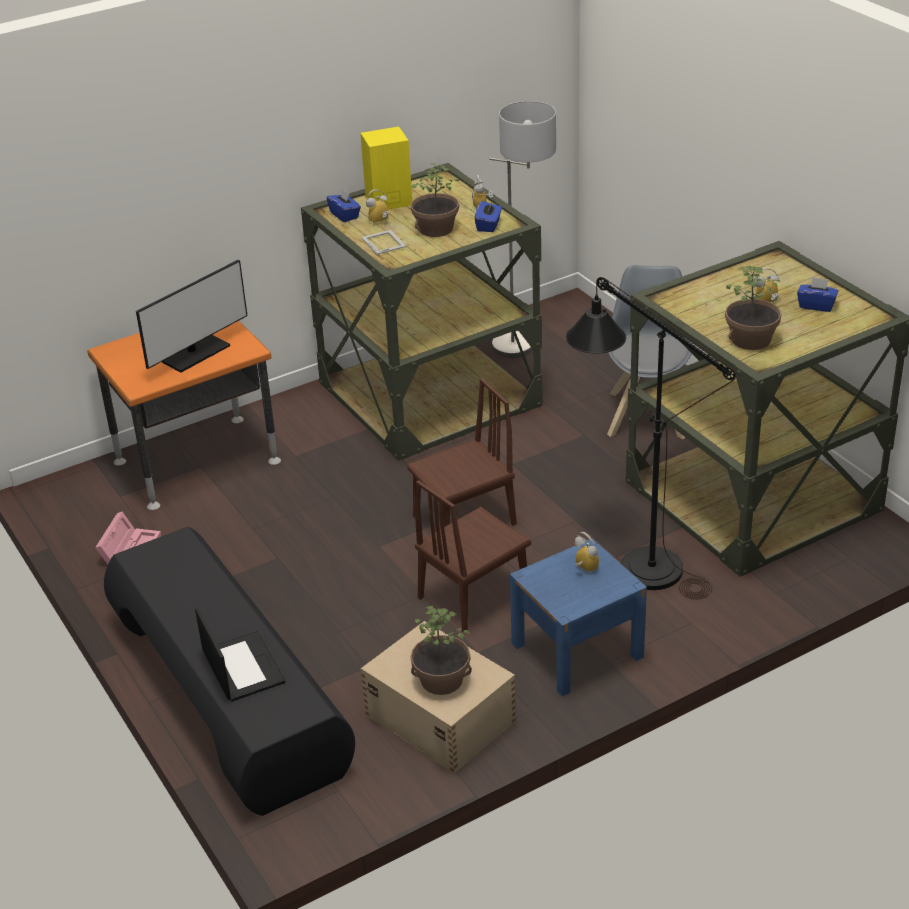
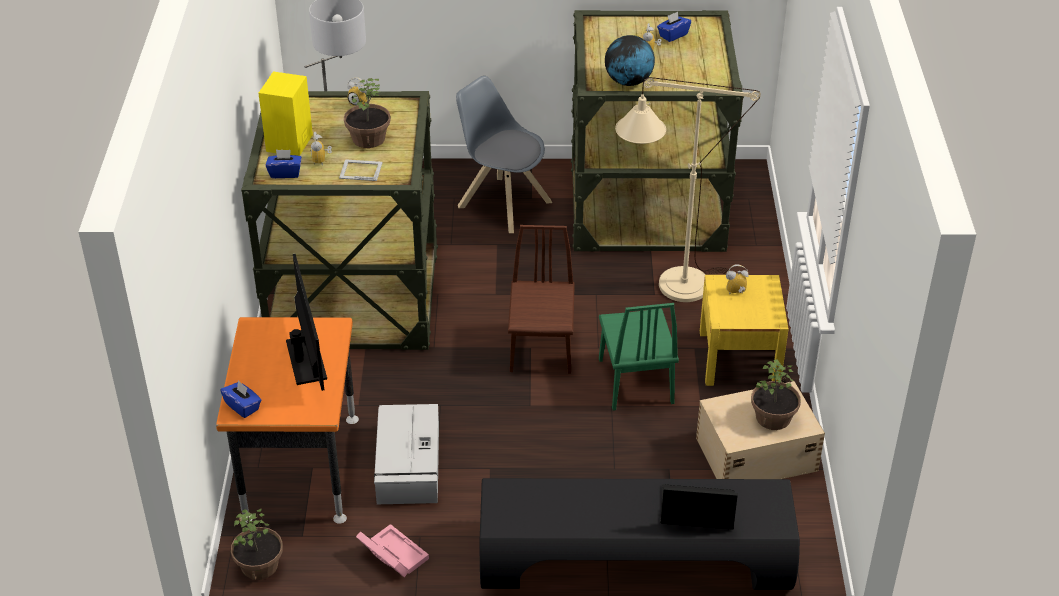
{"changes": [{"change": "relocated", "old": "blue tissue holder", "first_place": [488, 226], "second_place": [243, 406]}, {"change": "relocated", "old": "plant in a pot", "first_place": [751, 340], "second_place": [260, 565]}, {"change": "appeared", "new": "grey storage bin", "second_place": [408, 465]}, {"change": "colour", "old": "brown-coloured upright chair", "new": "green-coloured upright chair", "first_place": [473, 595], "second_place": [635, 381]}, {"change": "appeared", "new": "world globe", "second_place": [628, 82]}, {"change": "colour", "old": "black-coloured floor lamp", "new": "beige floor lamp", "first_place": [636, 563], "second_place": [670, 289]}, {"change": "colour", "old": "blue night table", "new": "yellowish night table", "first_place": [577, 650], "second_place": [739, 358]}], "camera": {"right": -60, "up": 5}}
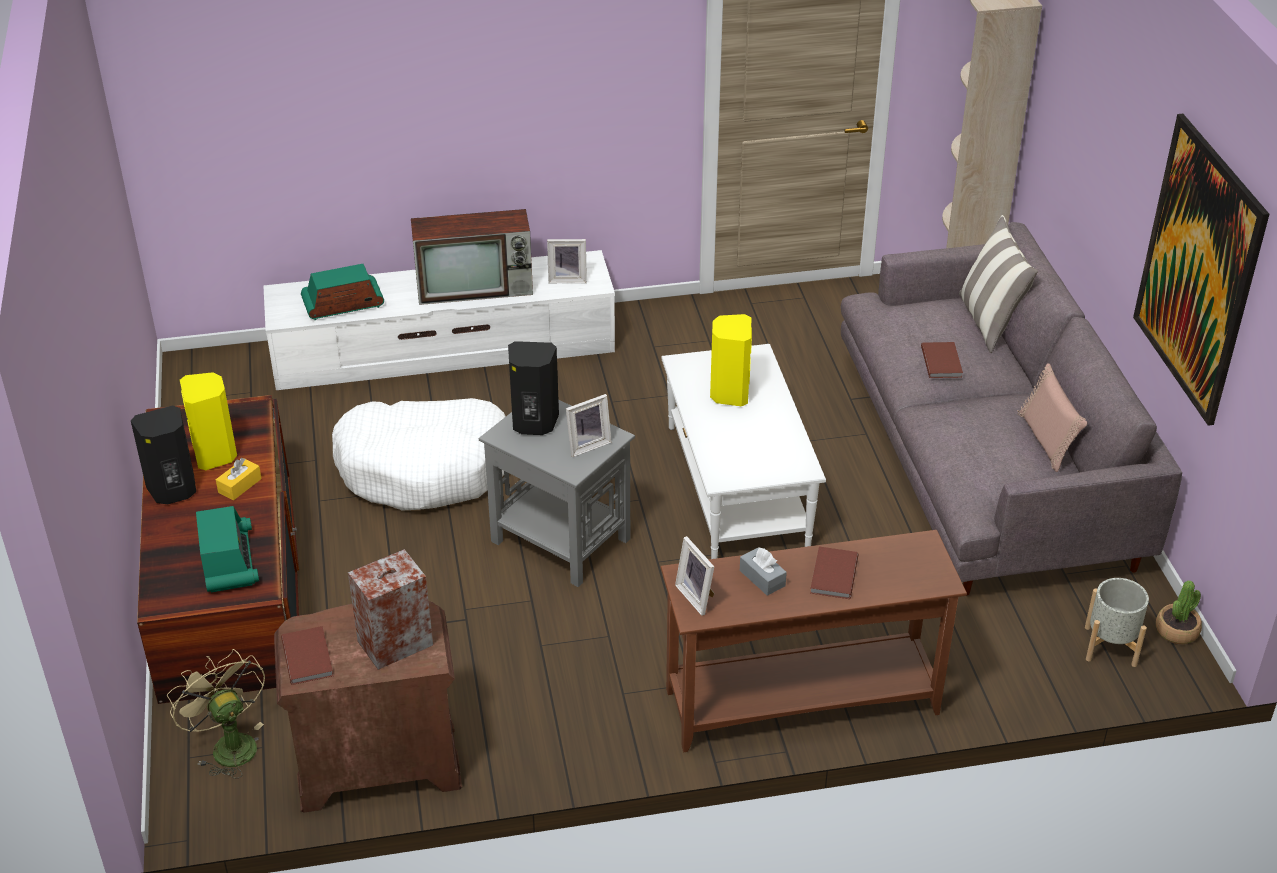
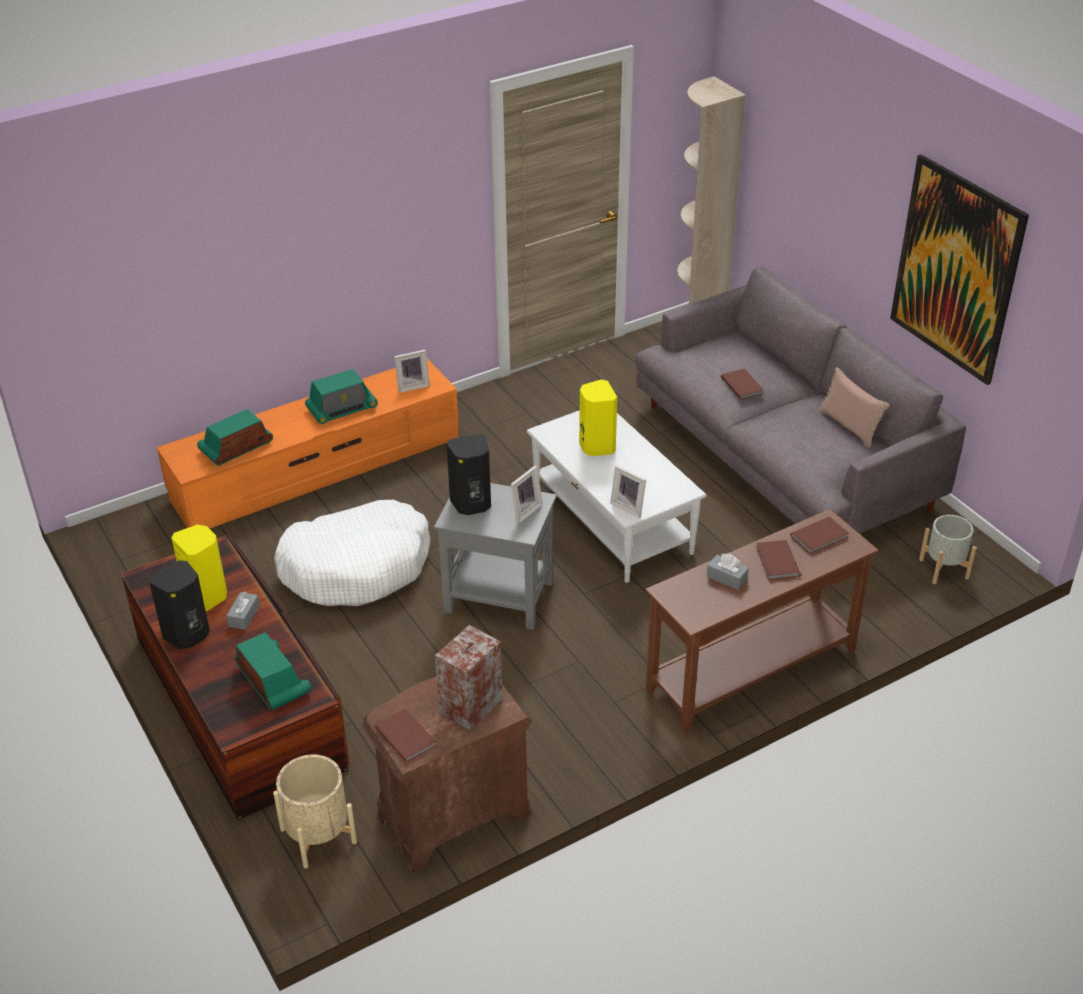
{"changes": [{"change": "colour", "old": "whitish media console", "new": "orange-coloured media console", "first_place": [444, 348], "second_place": [317, 467]}, {"change": "colour", "old": "yellowish tissue holder", "new": "grey tissue holder", "first_place": [240, 485], "second_place": [244, 616]}, {"change": "exchanged", "old": "beige cooling fan", "new": "beige planter", "first_place": [228, 745], "second_place": [318, 835]}, {"change": "exchanged", "old": "television", "new": "radio receiver", "first_place": [477, 287], "second_place": [342, 409]}, {"change": "relocated", "old": "photo frame", "first_place": [698, 596], "second_place": [629, 507]}, {"change": "appeared", "new": "brown-coloured book", "second_place": [820, 537]}, {"change": "missing", "old": "throw pillow", "first_place": [990, 322]}, {"change": "missing", "old": "plant in a pot", "first_place": [1176, 631]}], "camera": {"right": -20, "up": 0}}
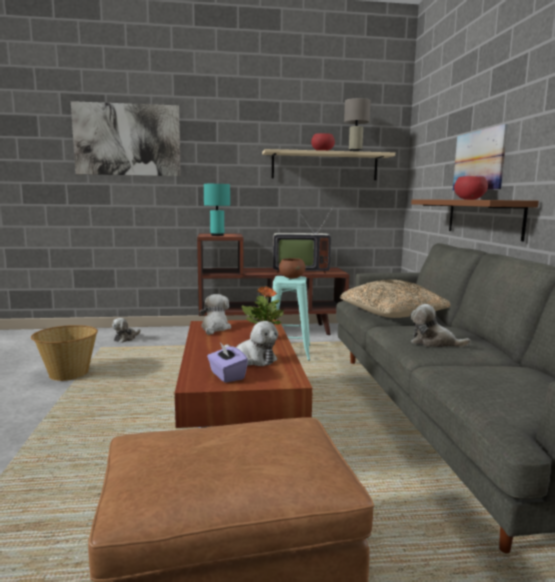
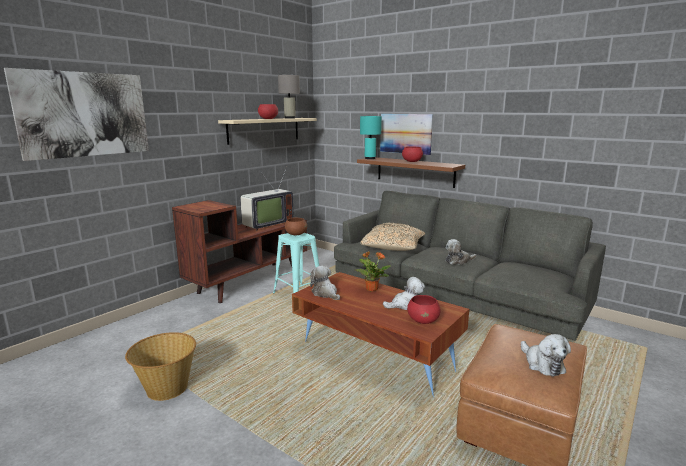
{"changes": [{"change": "relocated", "old": "turquoise-coloured table lamp", "first_place": [217, 235], "second_place": [369, 158]}, {"change": "exchanged", "old": "purple tissue holder", "new": "red deep dish", "first_place": [226, 375], "second_place": [423, 321]}, {"change": "relocated", "old": "soft toy", "first_place": [126, 338], "second_place": [542, 364]}], "camera": {"right": -45, "up": 5}}
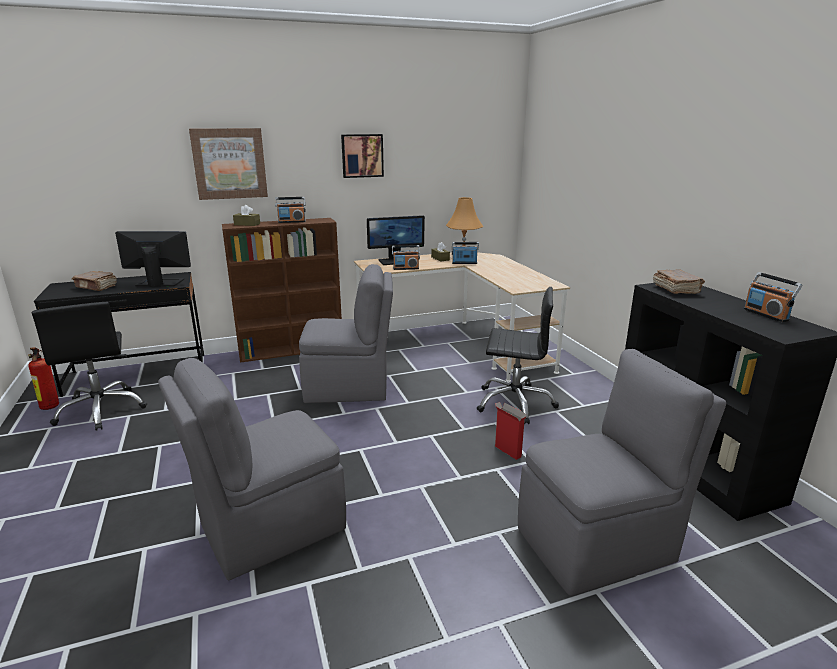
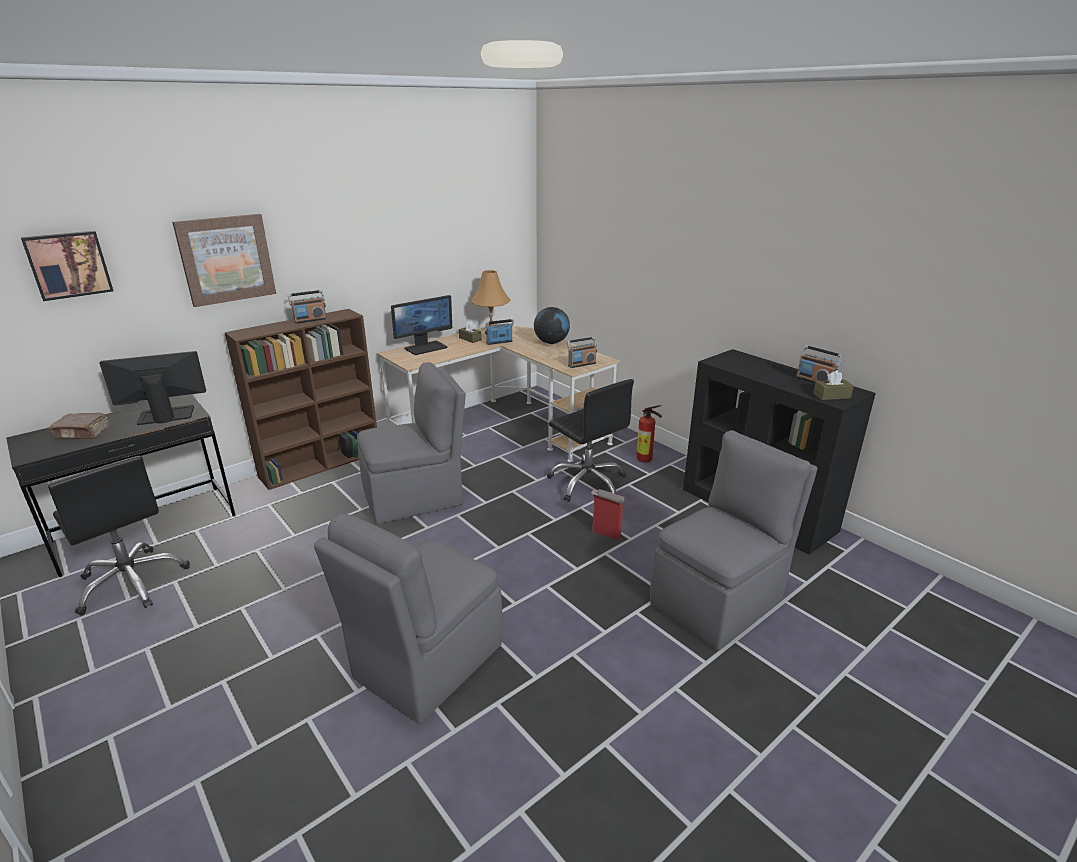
{"changes": [{"change": "relocated", "old": "wall picture", "first_place": [362, 155], "second_place": [68, 264]}, {"change": "appeared", "new": "world globe", "second_place": [551, 342]}, {"change": "spun", "old": "black-coloured computer chair", "first_place": [515, 403], "second_place": [588, 483], "degrees": 60}, {"change": "relocated", "old": "radio receiver", "first_place": [406, 268], "second_place": [581, 364]}, {"change": "relocated", "old": "fire extinguisher", "first_place": [49, 408], "second_place": [646, 460]}, {"change": "relocated", "old": "brown-coloured tissue holder", "first_place": [247, 224], "second_place": [831, 396]}, {"change": "missing", "old": "brown-coloured book", "first_place": [675, 289]}], "camera": {"right": -20, "up": 5}}
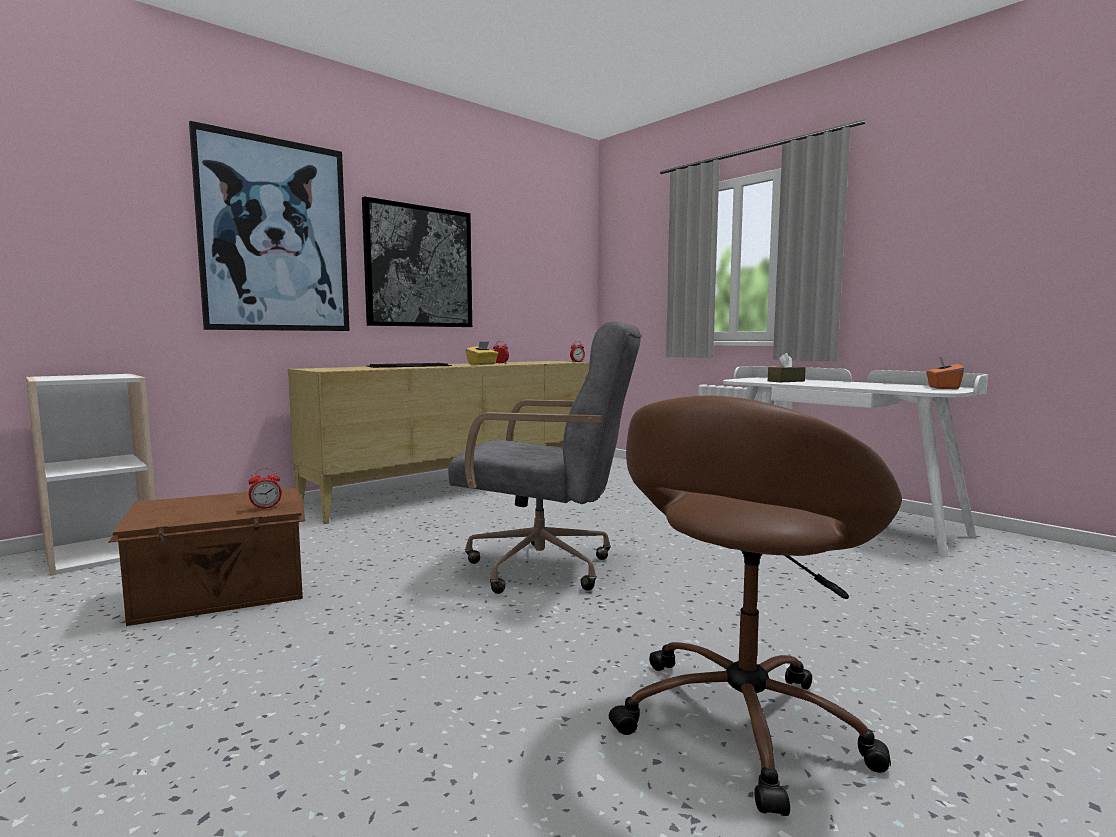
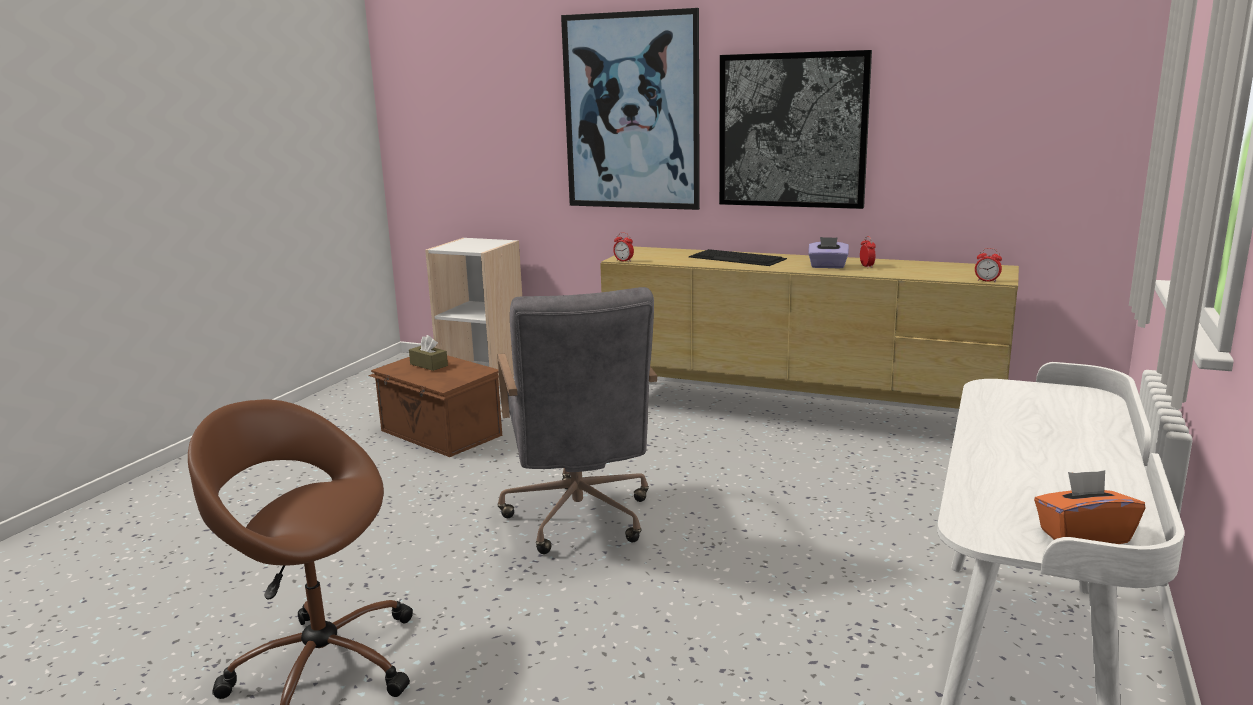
{"changes": [{"change": "relocated", "old": "brown-coloured tissue holder", "first_place": [786, 381], "second_place": [429, 365]}, {"change": "relocated", "old": "bedside clock", "first_place": [266, 507], "second_place": [623, 261]}, {"change": "colour", "old": "yellowish tissue holder", "new": "purple tissue holder", "first_place": [482, 364], "second_place": [827, 266]}], "camera": {"right": 65, "up": 10}}
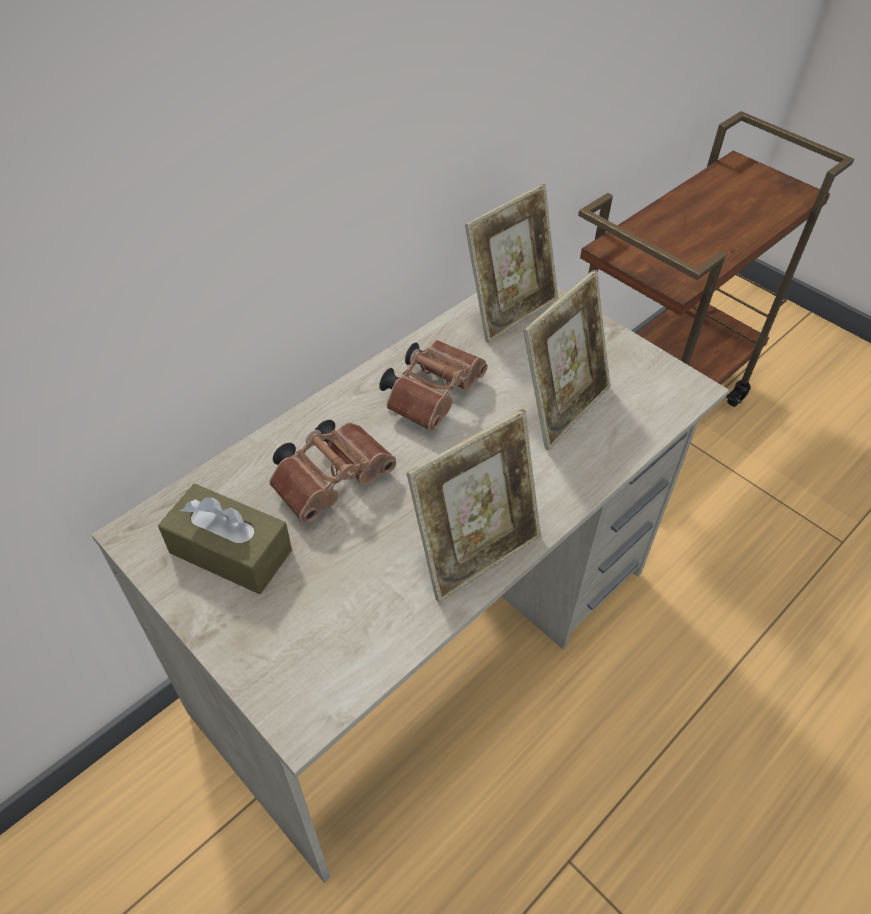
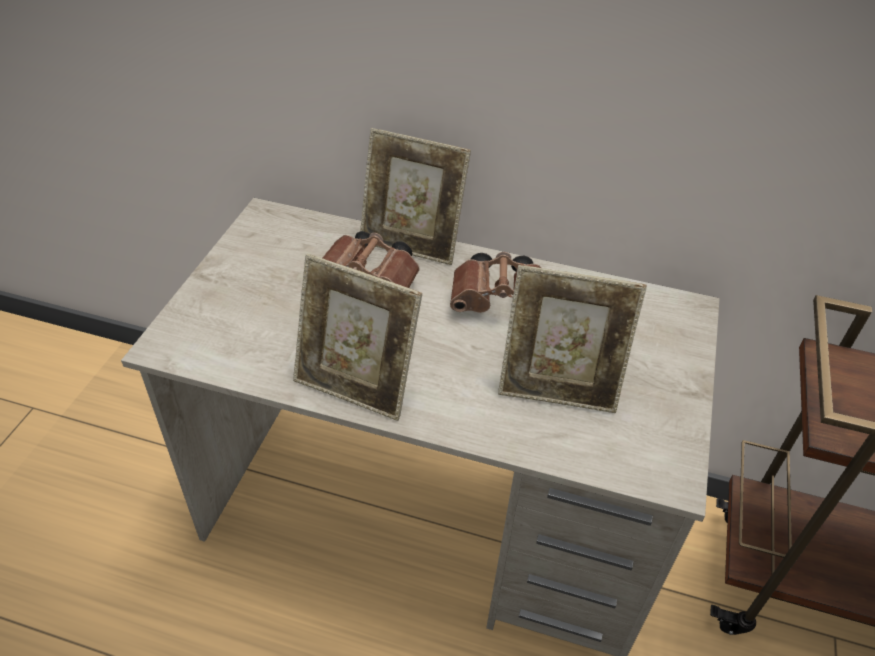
{"changes": [{"change": "relocated", "old": "photo frame", "first_place": [510, 311], "second_place": [411, 243]}, {"change": "missing", "old": "brown-coloured tissue holder", "first_place": [230, 551]}], "camera": {"right": 60, "up": -5}}
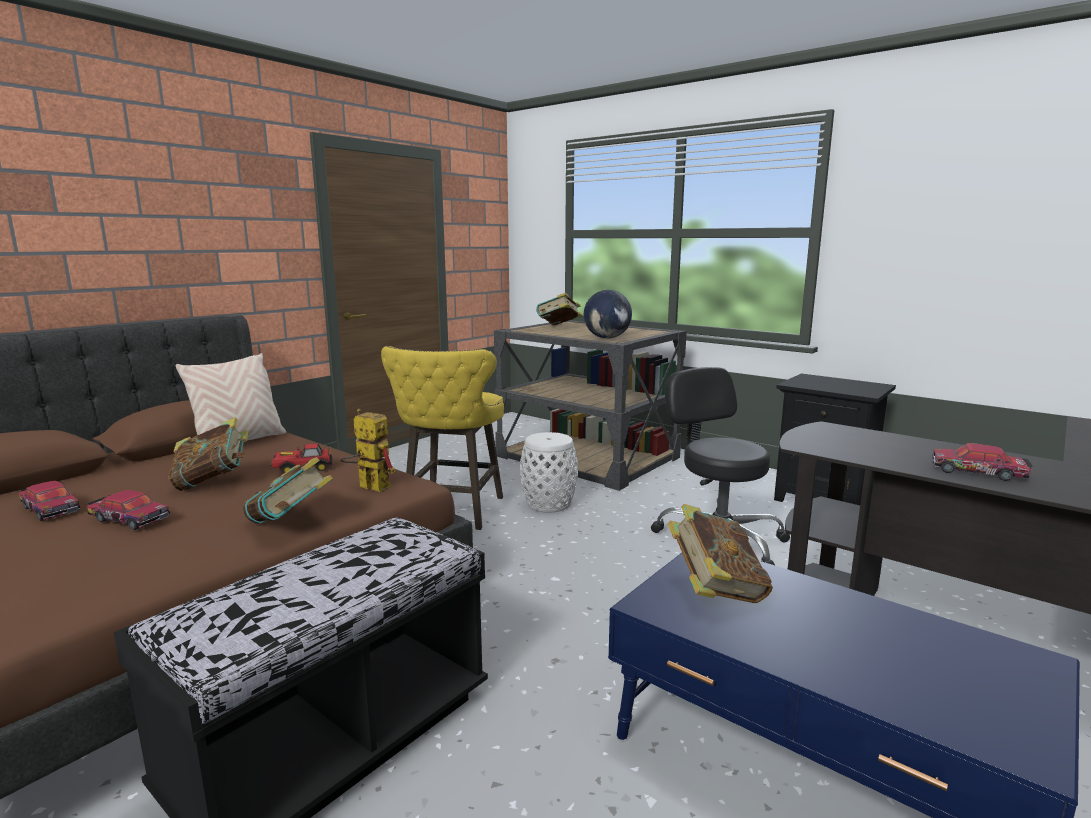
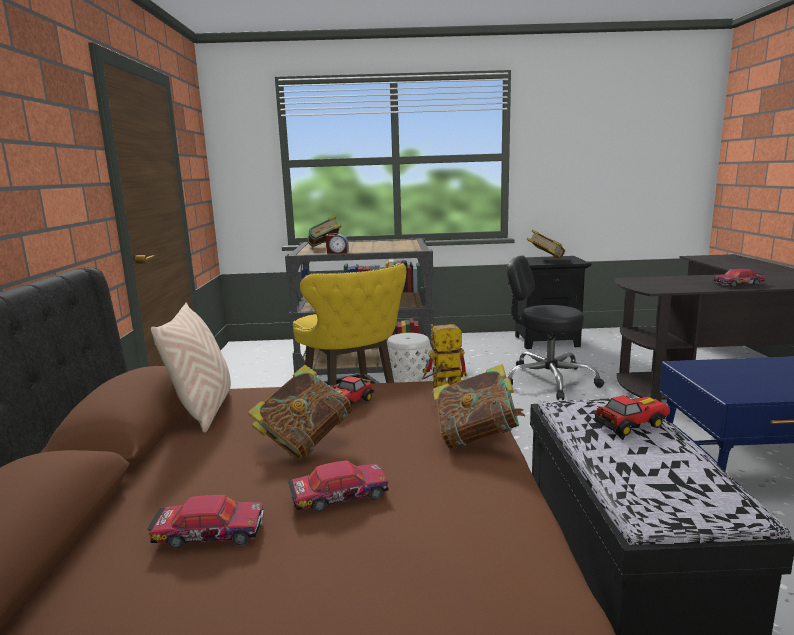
{"changes": [{"change": "appeared", "new": "bedside clock", "second_place": [337, 252]}, {"change": "relocated", "old": "book", "first_place": [715, 589], "second_place": [545, 259]}, {"change": "appeared", "new": "toy car", "second_place": [631, 424]}, {"change": "missing", "old": "world globe", "first_place": [607, 338]}], "camera": {"right": -40, "up": 0}}
